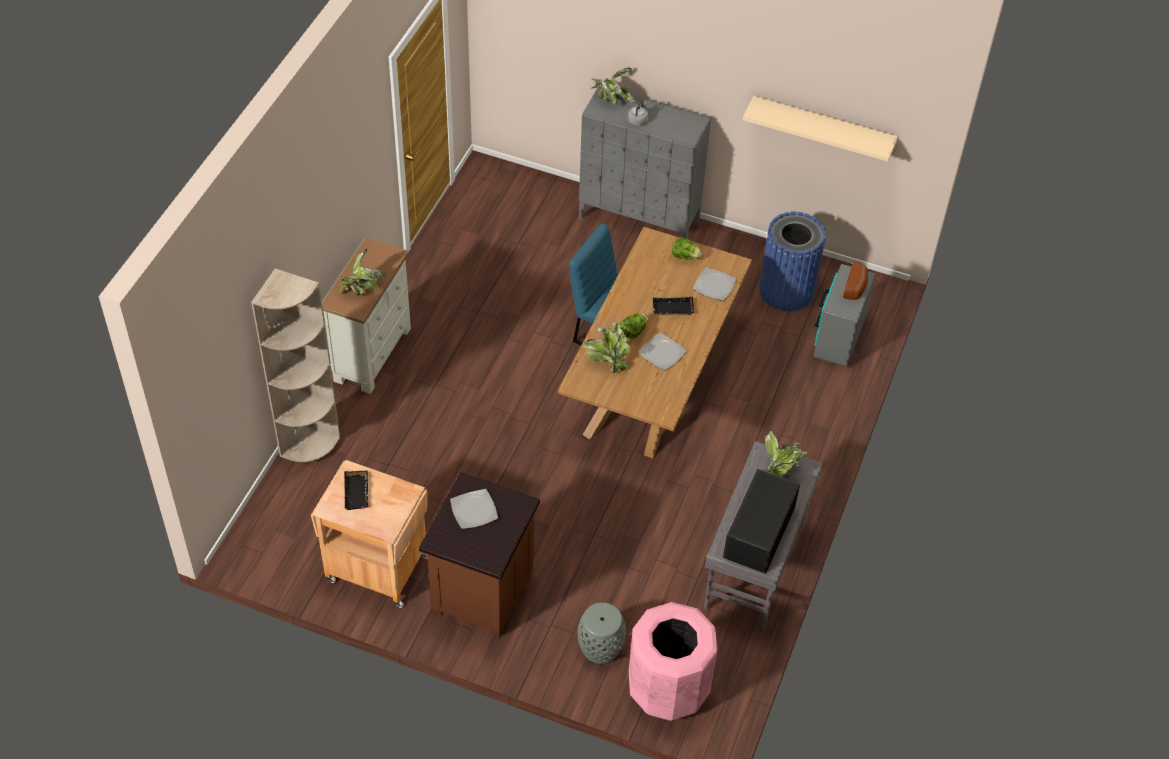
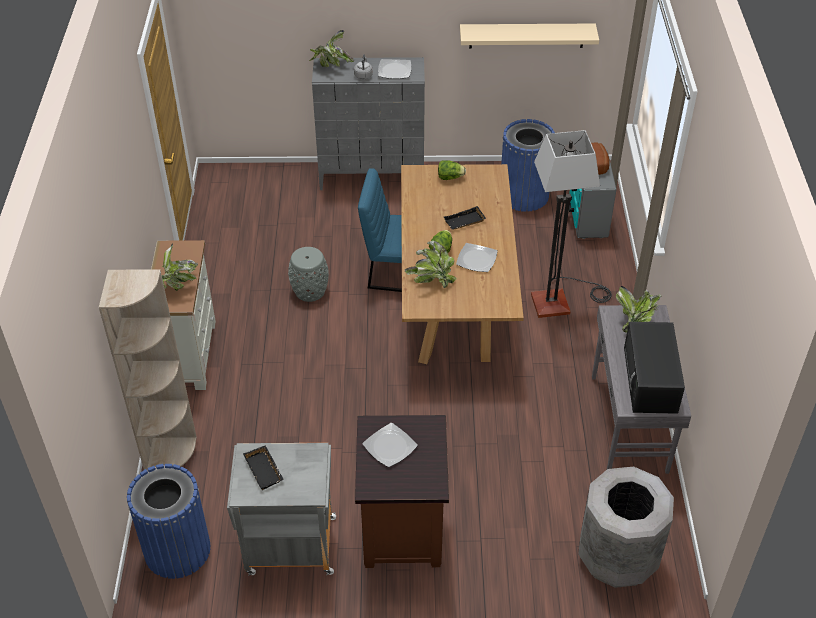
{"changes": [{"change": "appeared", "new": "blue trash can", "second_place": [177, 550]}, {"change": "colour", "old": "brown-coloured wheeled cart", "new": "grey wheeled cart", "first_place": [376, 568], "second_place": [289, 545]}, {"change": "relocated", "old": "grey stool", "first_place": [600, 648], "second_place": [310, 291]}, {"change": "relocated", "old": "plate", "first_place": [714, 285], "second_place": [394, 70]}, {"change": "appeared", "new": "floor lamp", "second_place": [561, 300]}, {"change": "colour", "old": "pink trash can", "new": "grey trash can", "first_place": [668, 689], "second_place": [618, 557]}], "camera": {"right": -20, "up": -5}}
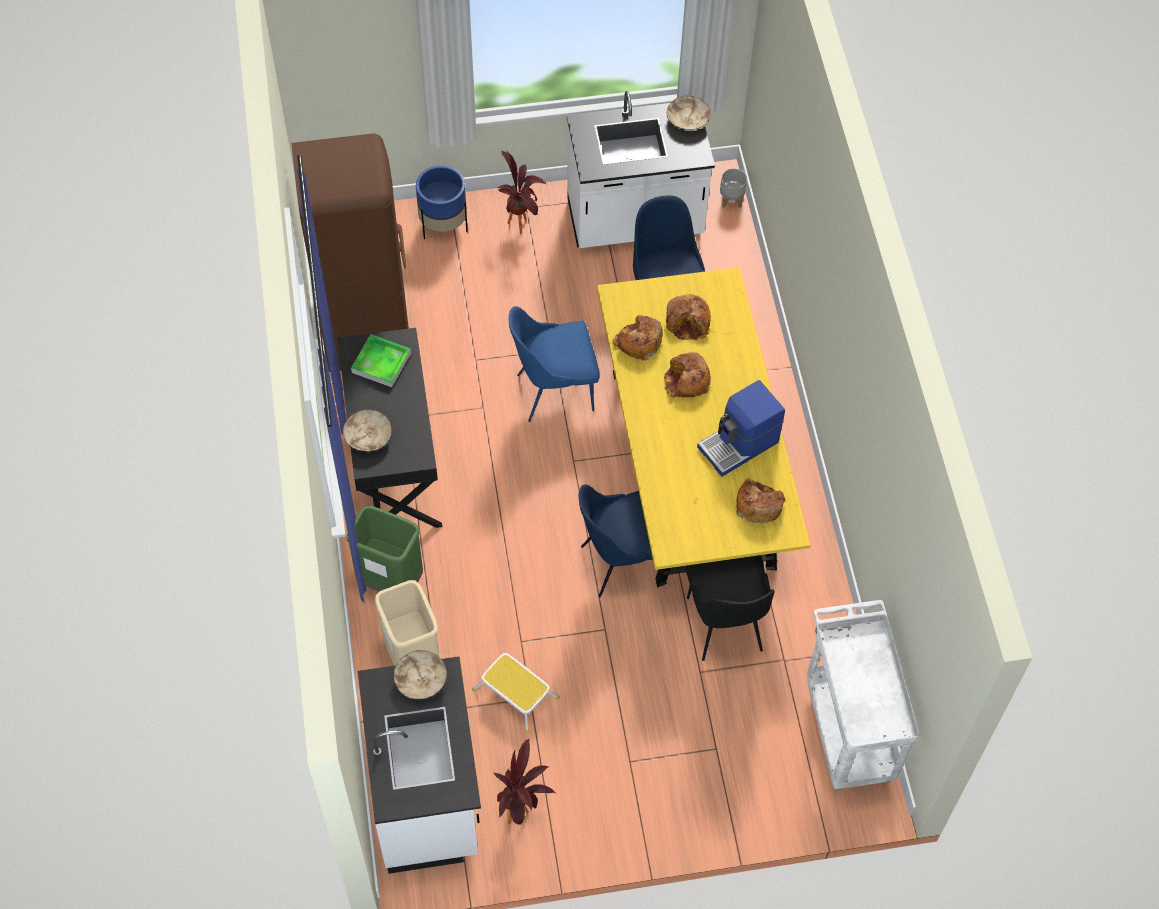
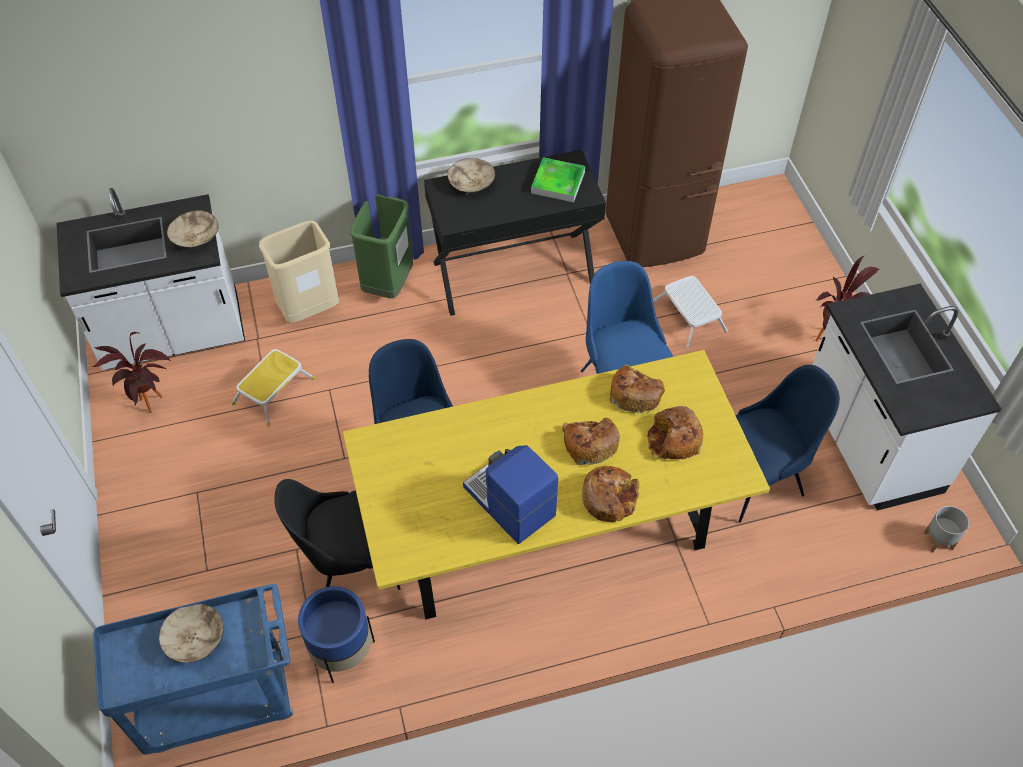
{"changes": [{"change": "colour", "old": "whitish wheeled cart", "new": "blue wheeled cart", "first_place": [846, 727], "second_place": [226, 705]}, {"change": "relocated", "old": "beige deep dish", "first_place": [688, 120], "second_place": [195, 638]}, {"change": "relocated", "old": "blue planter", "first_place": [443, 225], "second_place": [342, 651]}, {"change": "relocated", "old": "bread", "first_place": [758, 504], "second_place": [609, 498]}, {"change": "appeared", "new": "whitish step ladder", "second_place": [689, 316]}], "camera": {"right": 85, "up": -5}}
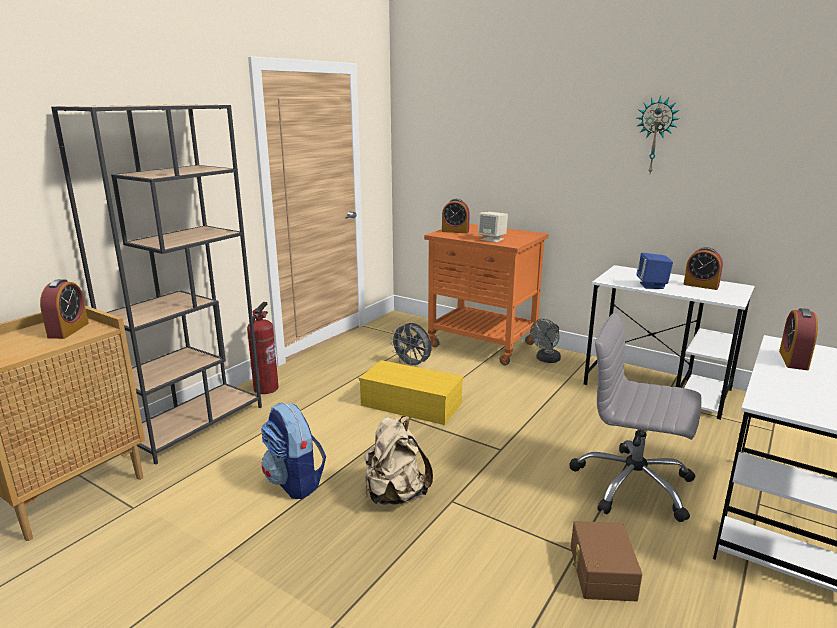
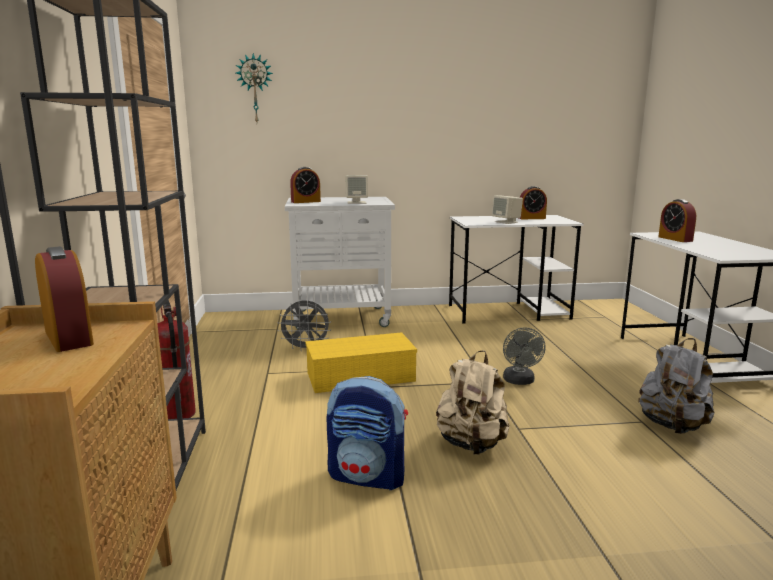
{"changes": [{"change": "relocated", "old": "wall clock", "first_place": [655, 135], "second_place": [255, 89]}, {"change": "colour", "old": "orange-coloured wheeled cart", "new": "whitish wheeled cart", "first_place": [483, 346], "second_place": [342, 318]}, {"change": "colour", "old": "blue speaker", "new": "beige speaker", "first_place": [652, 285], "second_place": [506, 222]}, {"change": "relocated", "old": "grey cooling fan", "first_place": [546, 360], "second_place": [520, 381]}, {"change": "exchanged", "old": "brown-coloured storage bin", "new": "grey backpack", "first_place": [600, 572], "second_place": [672, 426]}, {"change": "missing", "old": "grey computer chair", "first_place": [632, 484]}], "camera": {"right": -40, "up": -5}}
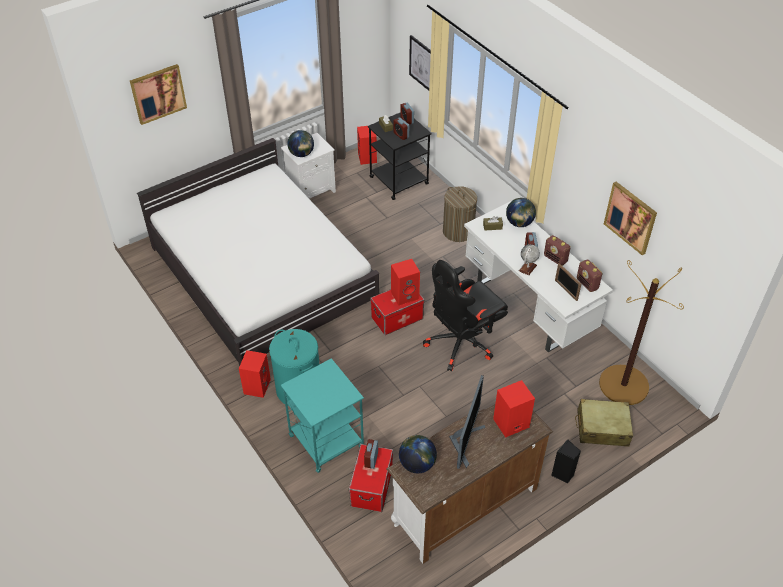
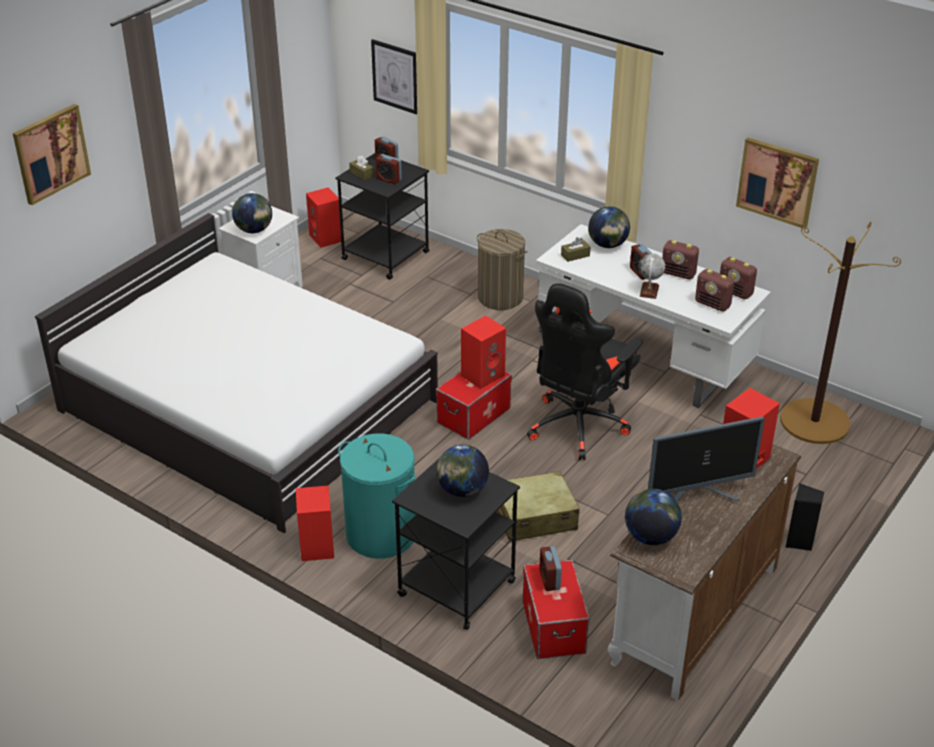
{"changes": [{"change": "colour", "old": "turquoise-coloured wheeled cart", "new": "black-coloured wheeled cart", "first_place": [325, 439], "second_place": [455, 586]}, {"change": "appeared", "new": "world globe", "second_place": [462, 490]}, {"change": "relocated", "old": "beige travel case", "first_place": [602, 428], "second_place": [534, 517]}, {"change": "spun", "old": "monitor", "first_place": [465, 441], "second_place": [698, 495], "degrees": 75}, {"change": "exchanged", "old": "photo frame", "new": "radio receiver", "first_place": [566, 290], "second_place": [713, 304]}], "camera": {"right": -20, "up": -10}}
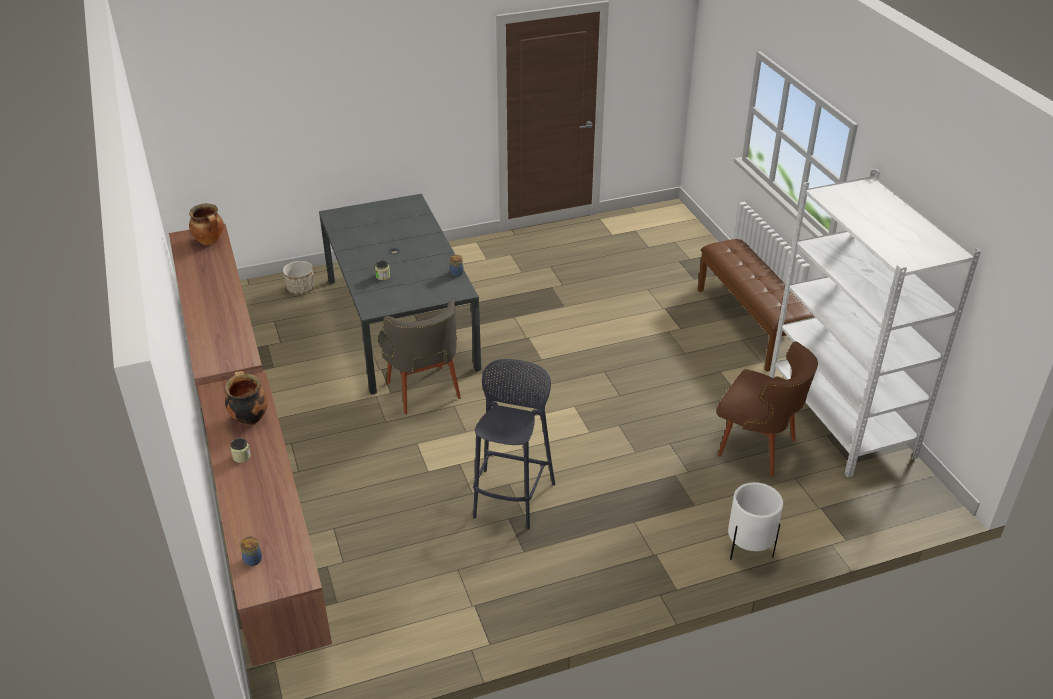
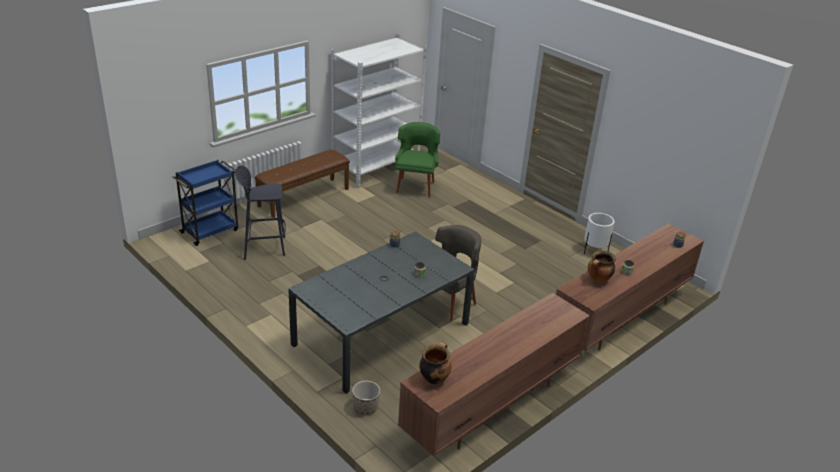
{"changes": [{"change": "appeared", "new": "blue wheeled cart", "second_place": [210, 231]}, {"change": "relocated", "old": "grey stool", "first_place": [511, 498], "second_place": [263, 246]}, {"change": "colour", "old": "brown-coloured upright chair", "new": "green-coloured upright chair", "first_place": [756, 447], "second_place": [415, 187]}, {"change": "relocated", "old": "whitish planter", "first_place": [749, 549], "second_place": [594, 251]}], "camera": {"right": -115, "up": -5}}
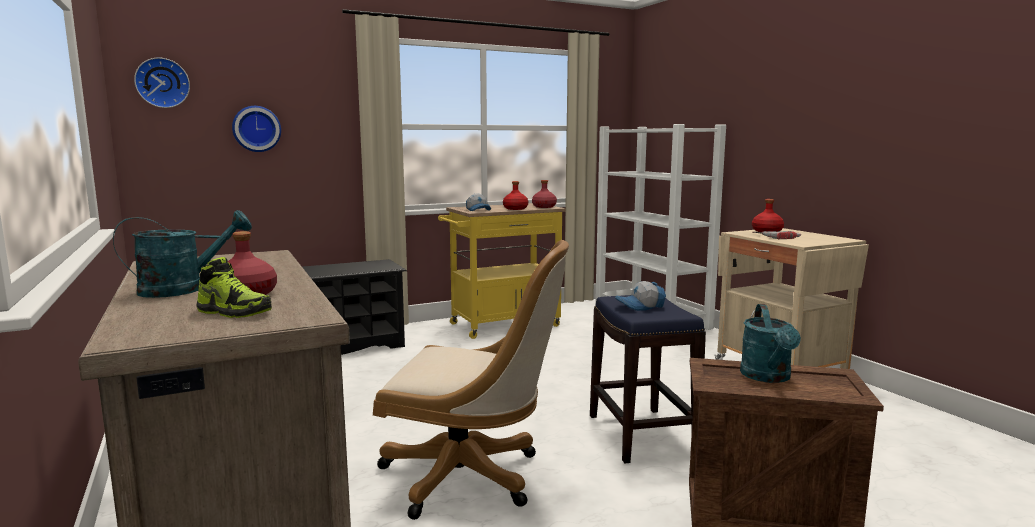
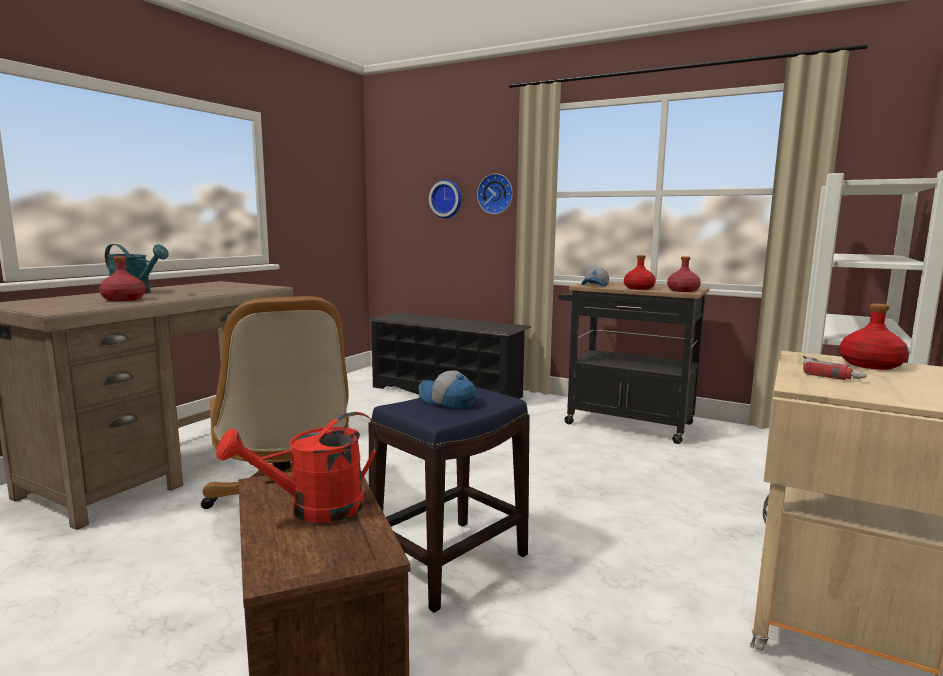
{"changes": [{"change": "colour", "old": "turquoise-coloured sprinkling can", "new": "red sprinkling can", "first_place": [768, 377], "second_place": [313, 509]}, {"change": "relocated", "old": "wall clock", "first_place": [162, 83], "second_place": [496, 194]}, {"change": "colour", "old": "yellowish wheeled cart", "new": "black-coloured wheeled cart", "first_place": [501, 325], "second_place": [625, 423]}, {"change": "missing", "old": "shoe", "first_place": [234, 312]}], "camera": {"right": 55, "up": 0}}
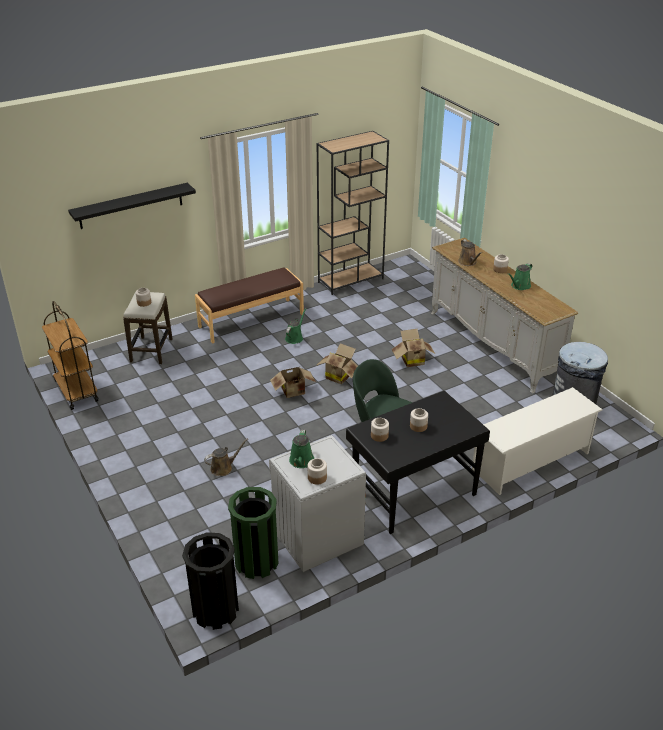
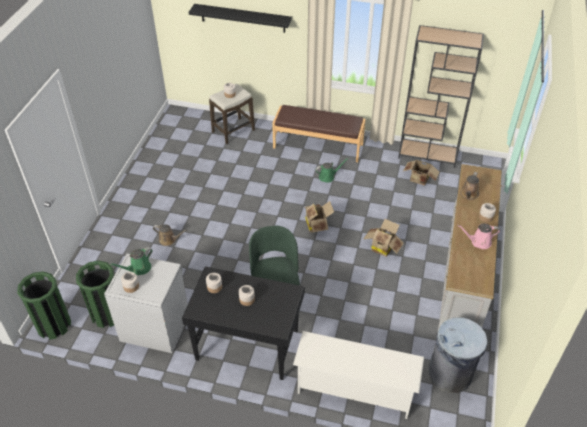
{"changes": [{"change": "colour", "old": "black-coloured trash can", "new": "green-coloured trash can", "first_place": [215, 610], "second_place": [53, 325]}, {"change": "relocated", "old": "carton", "first_place": [294, 392], "second_place": [419, 180]}, {"change": "colour", "old": "green-coloured sprinkling can", "new": "pink sprinkling can", "first_place": [519, 286], "second_place": [479, 242]}, {"change": "missing", "old": "brown-coloured wheeled cart", "first_place": [76, 392]}], "camera": {"right": 45, "up": 10}}
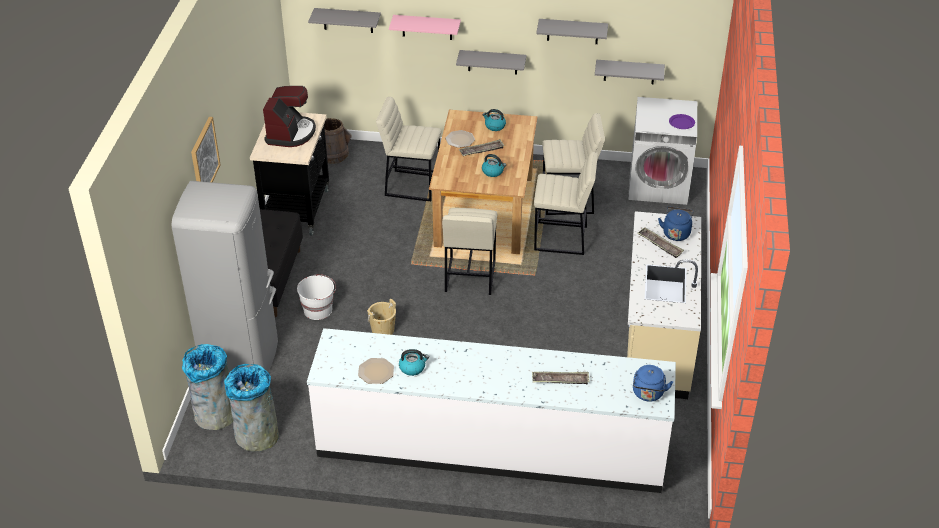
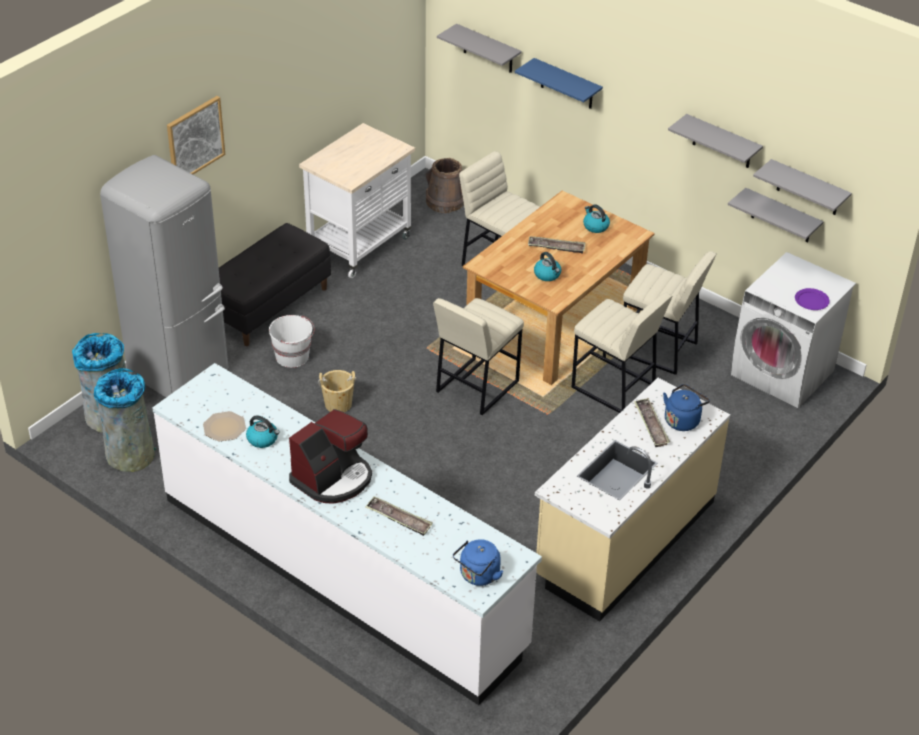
{"changes": [{"change": "relocated", "old": "coffee brewer", "first_place": [291, 133], "second_place": [333, 478]}, {"change": "colour", "old": "black-coloured wheeled cart", "new": "whitish wheeled cart", "first_place": [296, 209], "second_place": [359, 245]}, {"change": "colour", "old": "pink bracket shelf", "new": "blue bracket shelf", "first_place": [427, 27], "second_place": [567, 84]}, {"change": "relocated", "old": "grey bracket shelf", "first_place": [492, 62], "second_place": [808, 188]}, {"change": "missing", "old": "plate", "first_place": [460, 140]}], "camera": {"right": 30, "up": 0}}
